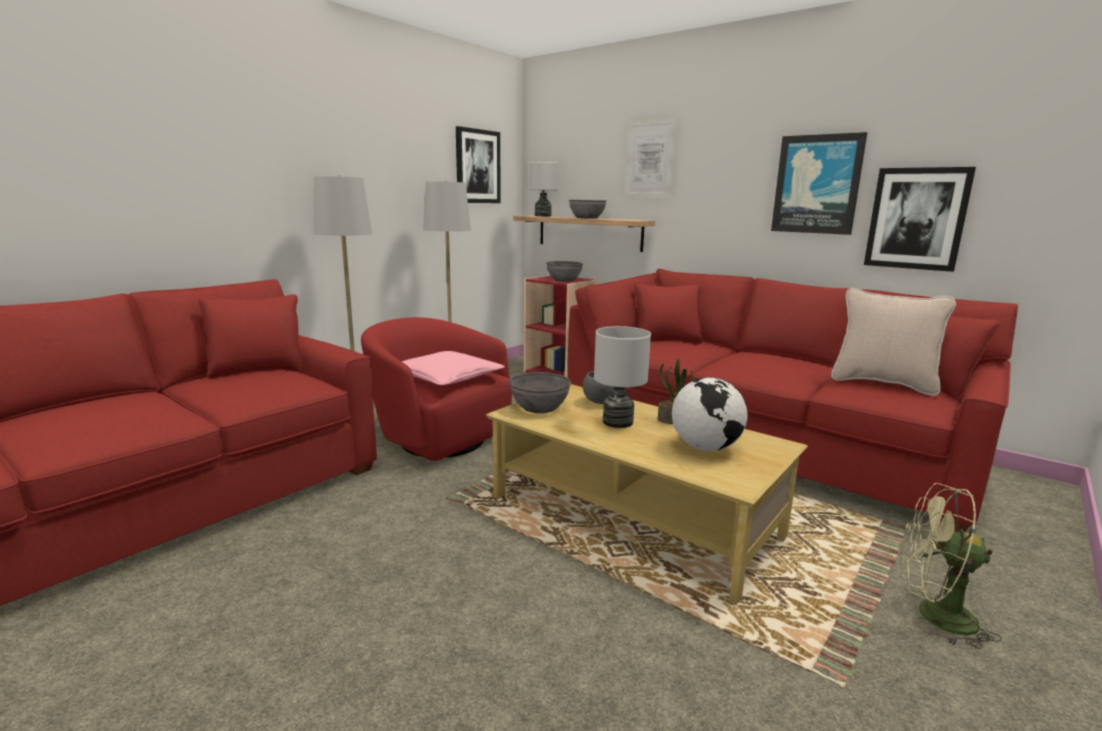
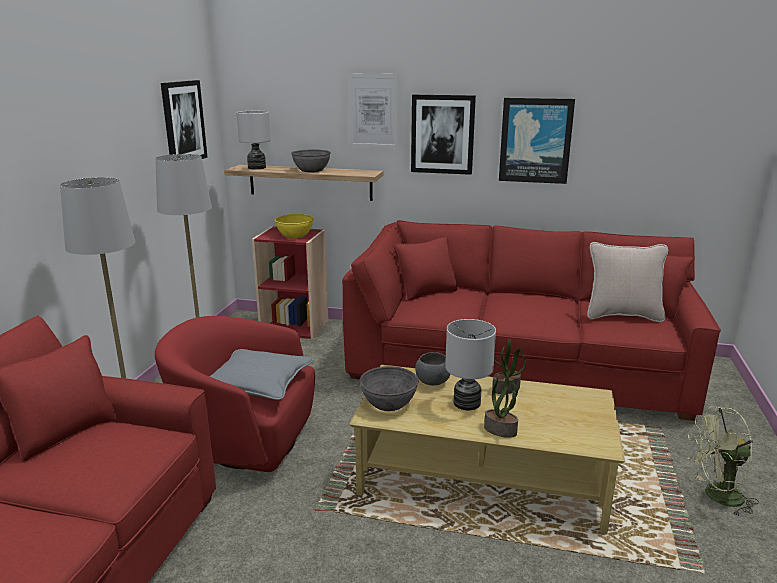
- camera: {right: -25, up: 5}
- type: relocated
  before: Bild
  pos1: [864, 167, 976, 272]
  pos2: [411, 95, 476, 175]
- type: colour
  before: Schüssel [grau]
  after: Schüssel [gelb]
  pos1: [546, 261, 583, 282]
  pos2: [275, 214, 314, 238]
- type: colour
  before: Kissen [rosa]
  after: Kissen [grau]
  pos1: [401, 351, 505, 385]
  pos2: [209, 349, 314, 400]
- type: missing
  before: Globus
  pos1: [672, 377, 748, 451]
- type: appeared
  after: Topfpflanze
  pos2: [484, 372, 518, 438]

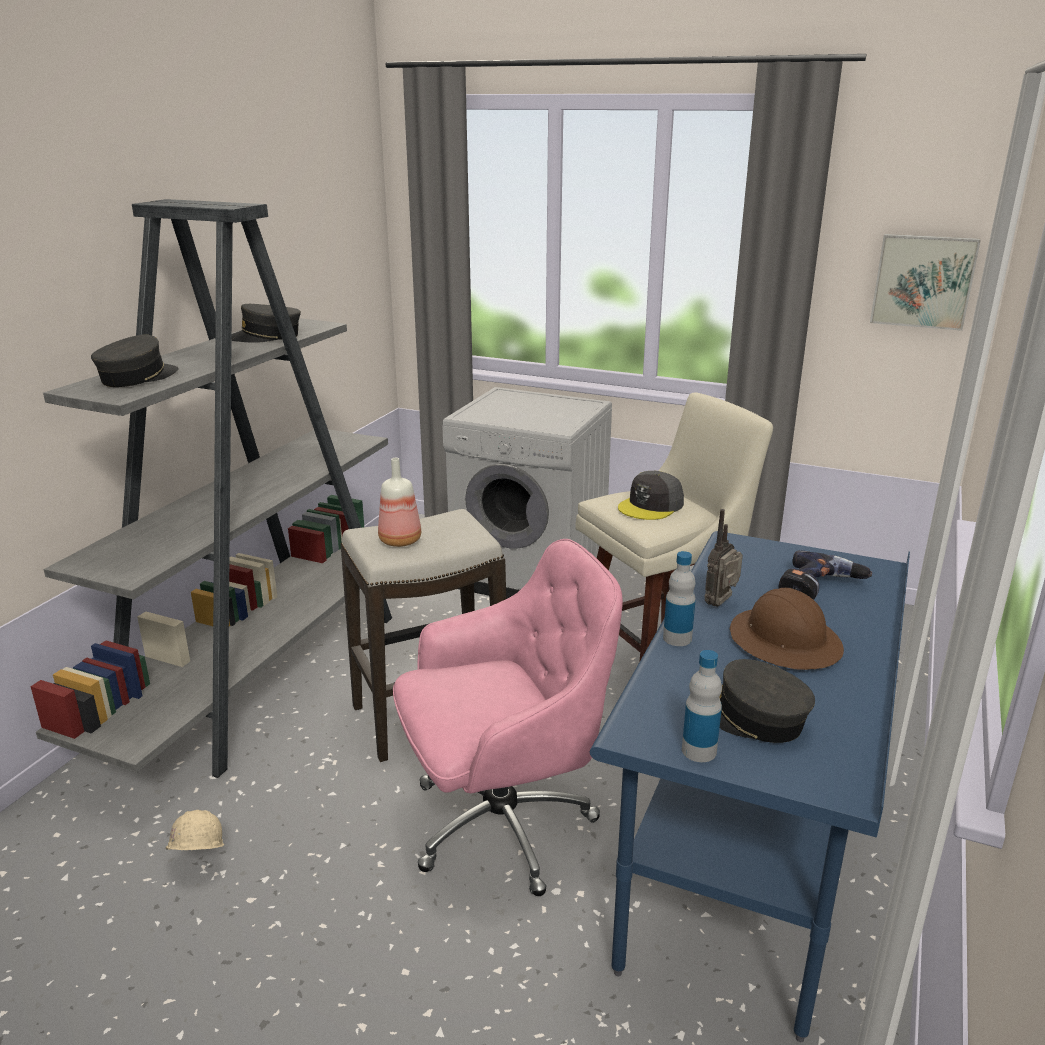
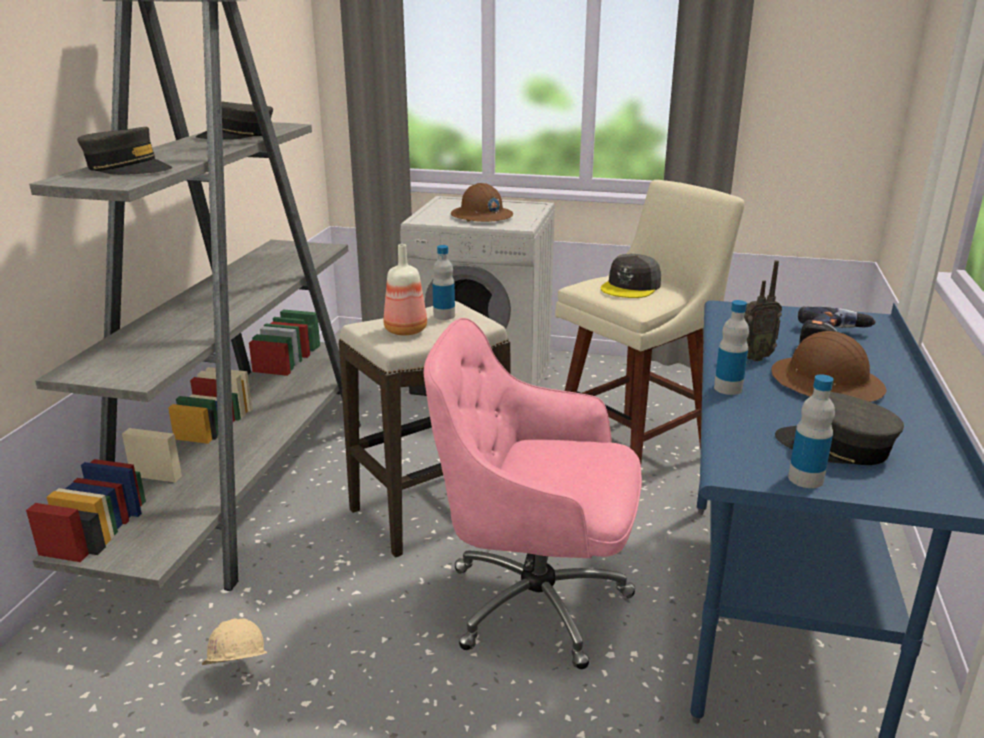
- camera: {right: -10, up: 0}
- type: missing
  before: Bild
  pos1: [870, 234, 981, 331]
- type: spun
  before: Kappe [grau]
  pos1: [91, 335, 179, 387]
  pos2: [77, 127, 172, 175]
  turn: 90
- type: spun
  before: Radio
  pos1: [704, 509, 743, 607]
  pos2: [744, 260, 782, 362]
  turn: -135
- type: spun
  before: Bürostuhl [rosa]
  pos1: [393, 539, 623, 896]
  pos2: [424, 318, 642, 669]
  turn: -135
- type: appeared
  after: Schutzhelm [braun]
  pos2: [451, 183, 513, 222]
- type: appeared
  after: Flasche
  pos2: [432, 245, 455, 320]

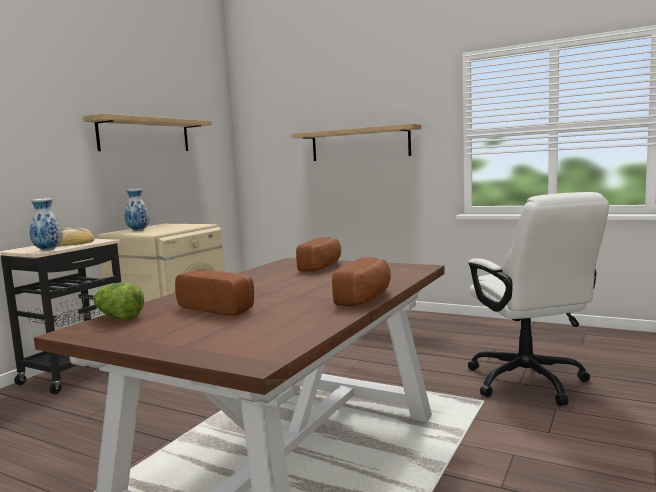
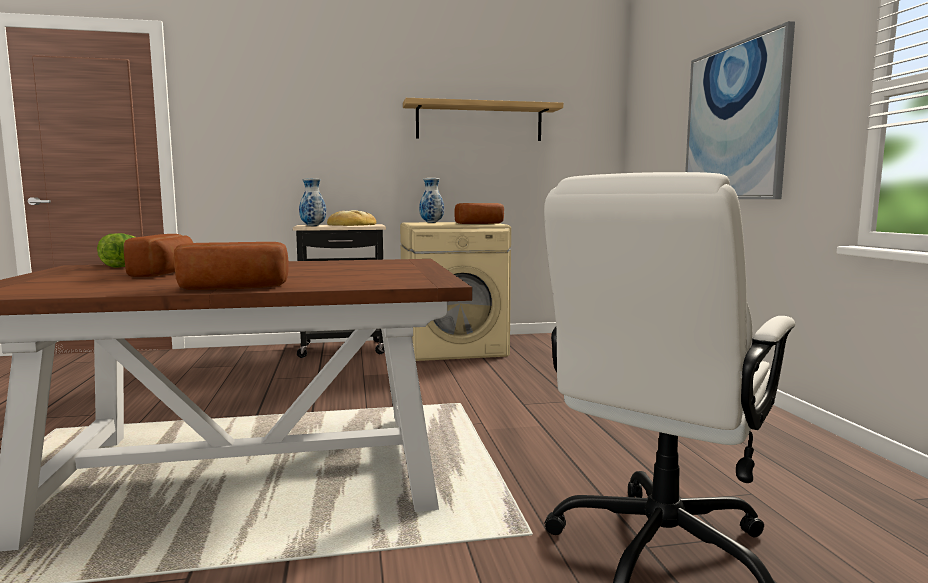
- camera: {right: 50, up: 0}
- type: exchanged
  before: Wandregal
  after: Bild
  pos1: [291, 123, 421, 161]
  pos2: [685, 21, 795, 199]
- type: relocated
  before: Brot
  pos1: [296, 237, 341, 272]
  pos2: [454, 203, 504, 224]

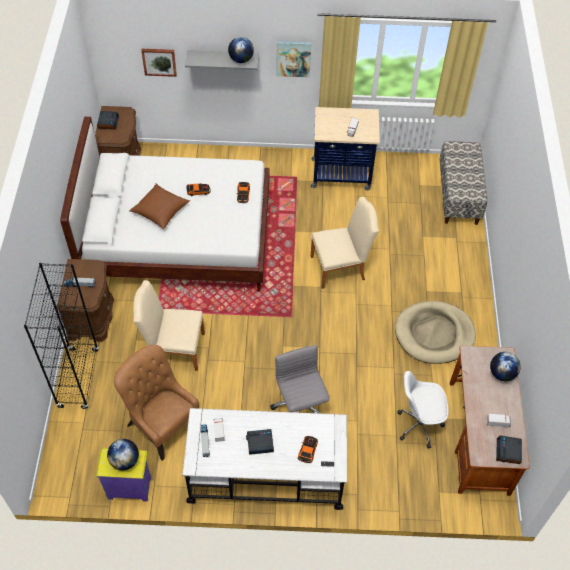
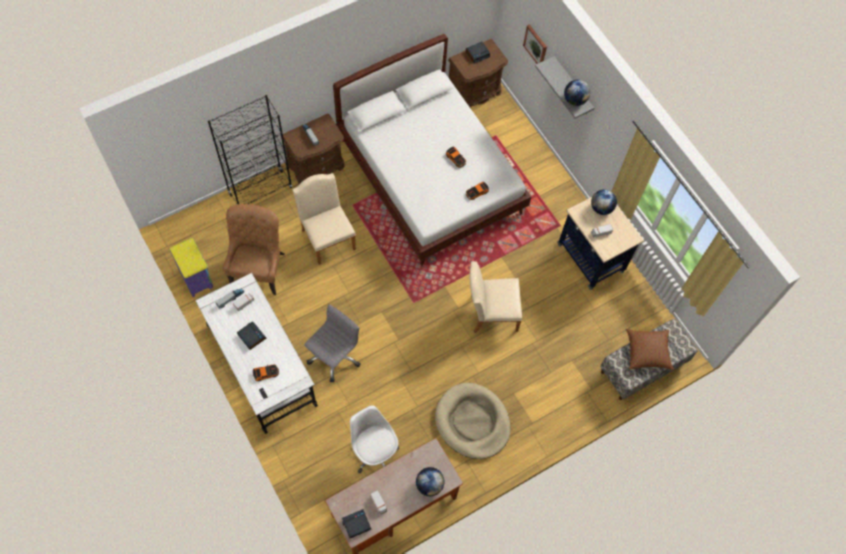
- camera: {right: 55, up: 10}
- type: missing
  before: Bild
  pos1: [276, 41, 311, 78]
- type: relocated
  before: Kissen [braun]
  pos1: [129, 183, 190, 230]
  pos2: [626, 329, 674, 370]
- type: spun
  before: Stuhl [beige]
  pos1: [311, 197, 379, 289]
  pos2: [470, 261, 522, 333]
  turn: 135
- type: relocated
  before: Globus
  pos1: [107, 439, 139, 470]
  pos2: [591, 189, 617, 215]

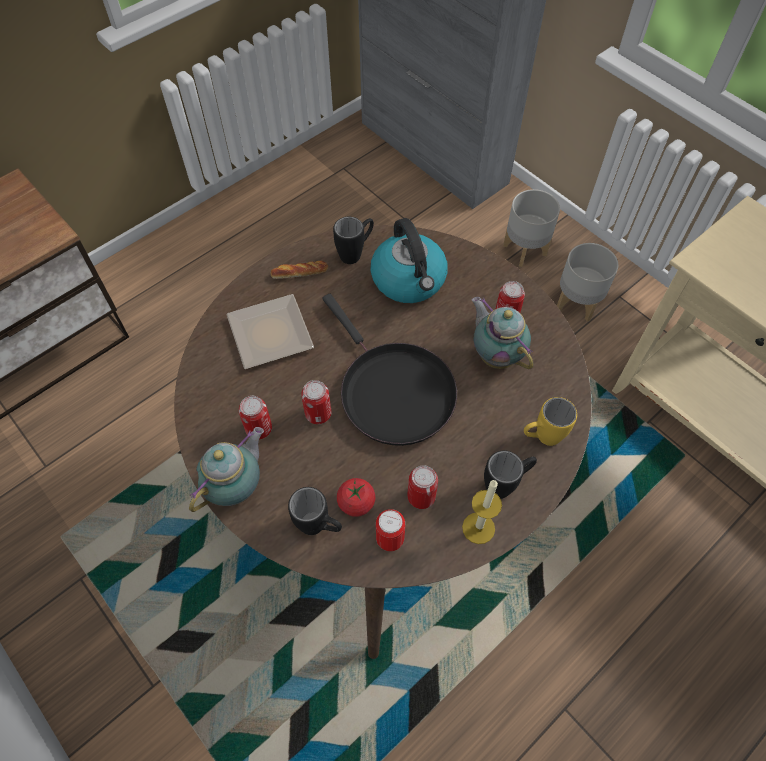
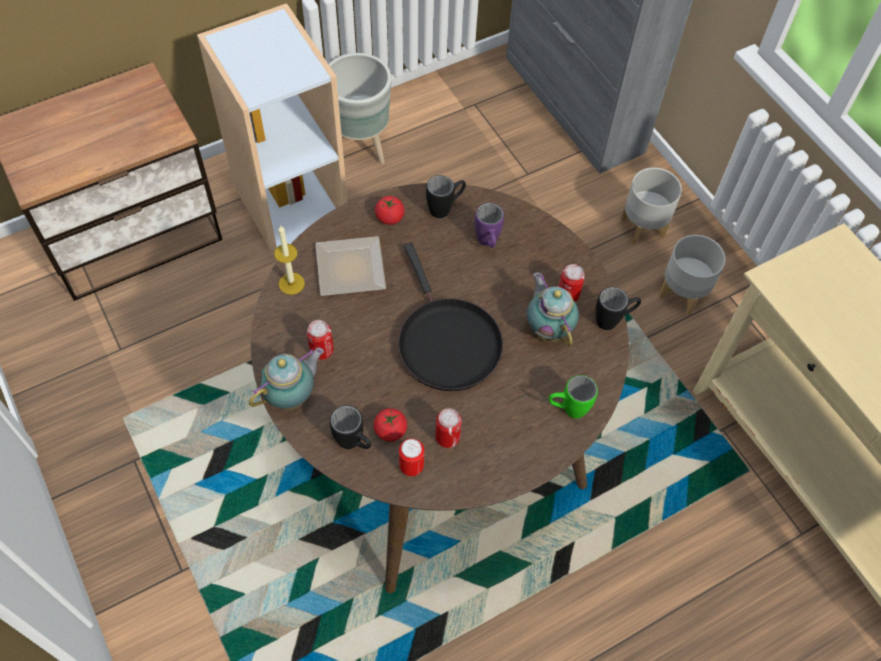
- camera: {right: 10, up: 0}
- type: exchanged
  before: Wasserkessel
  after: Henkelbecher [lila]
  pos1: [370, 218, 448, 303]
  pos2: [475, 203, 504, 248]
- type: exchanged
  before: Brot
  after: Tomate
  pos1: [270, 261, 328, 279]
  pos2: [375, 196, 405, 225]
- type: missing
  before: Dose
  pos1: [301, 380, 332, 424]
- type: colour
  before: Henkelbecher [gelb]
  after: Henkelbecher [grün]
  pos1: [524, 397, 577, 446]
  pos2: [549, 375, 598, 419]
- type: relocated
  before: Henkelbecher [schwarz]
  pos1: [484, 450, 537, 499]
  pos2: [596, 287, 641, 330]
- type: relocated
  before: Kerze
  pos1: [462, 480, 502, 544]
  pos2: [274, 225, 305, 295]
- type: appeared
  after: Bücherregal
  pos2: [197, 3, 348, 255]
- type: appeared
  after: Pflanzkübel [grau]
  pos2: [329, 53, 392, 164]

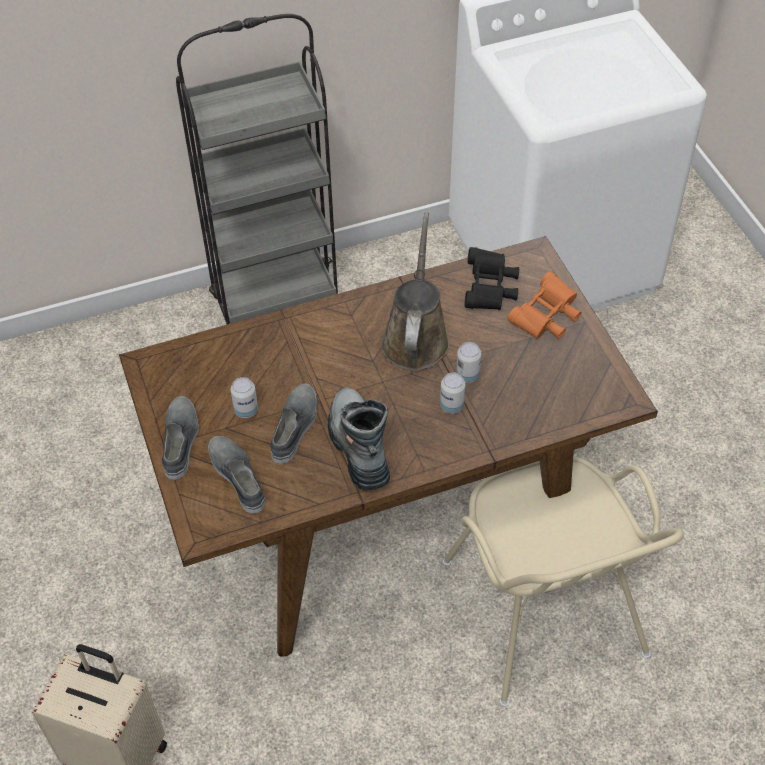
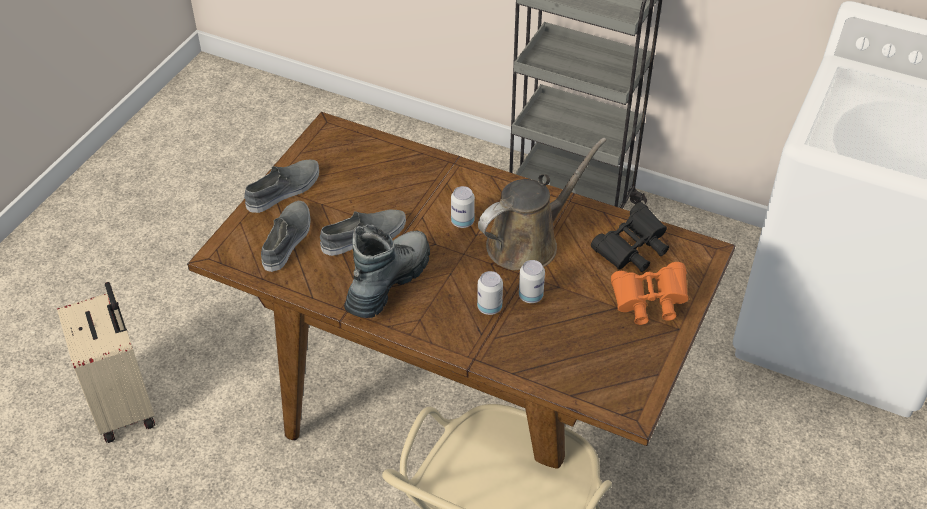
- camera: {right: 45, up: -5}
- type: relocated
  before: Dose
  pos1: [230, 377, 258, 418]
  pos2: [451, 186, 475, 228]

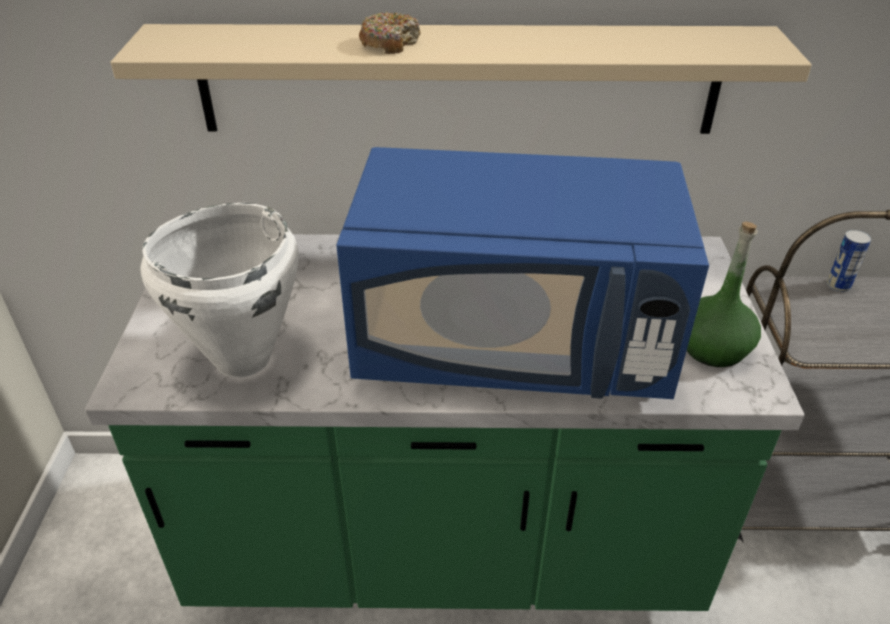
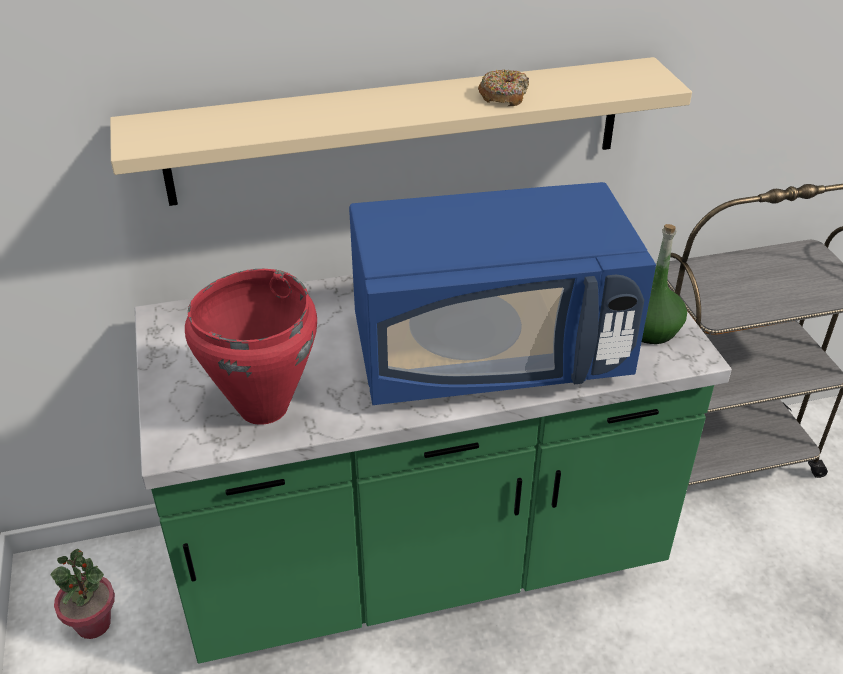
- camera: {right: -15, up: 0}
- type: relocated
  before: Donut
  pos1: [359, 12, 421, 54]
  pos2: [478, 69, 529, 106]
- type: colour
  before: Kochtopf [weiß]
  after: Kochtopf [rot]
  pos1: [140, 203, 299, 378]
  pos2: [185, 269, 317, 425]
- type: missing
  before: Dose
  pos1: [827, 230, 871, 292]
- type: appeared
  after: Topfpflanze
  pos2: [51, 549, 115, 639]

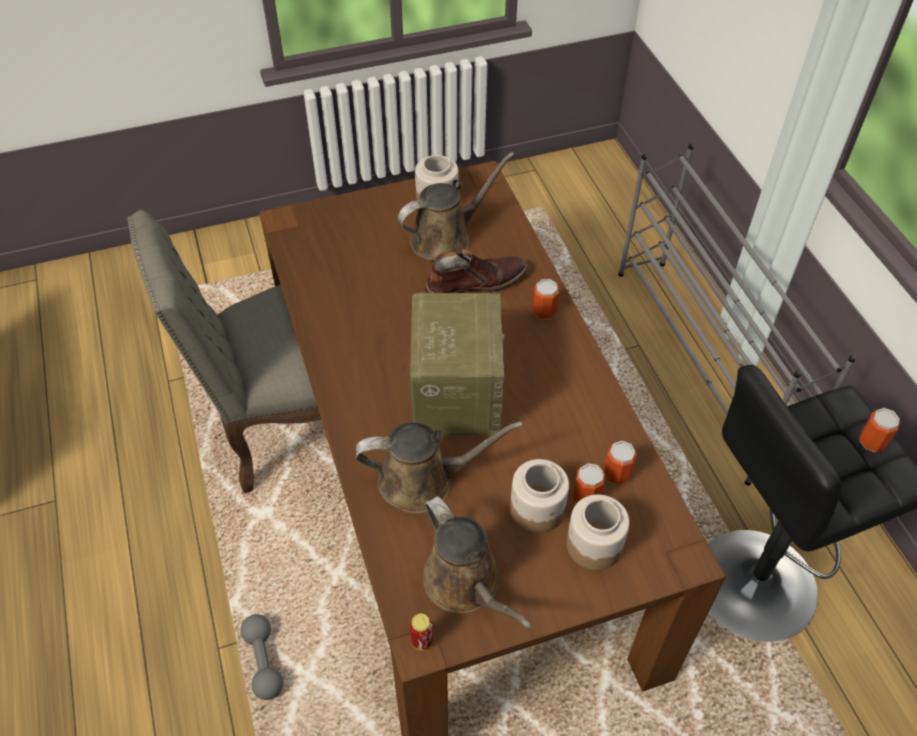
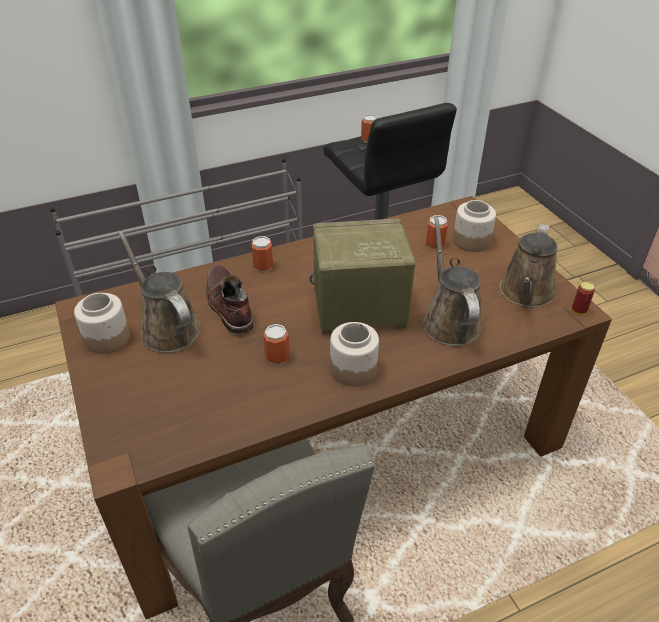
- camera: {right: -95, up: -10}
- type: relocated
  before: Dose
  pos1: [603, 441, 637, 485]
  pos2: [263, 324, 290, 365]
- type: relocated
  before: Vorratsglas
  pos1: [510, 459, 569, 533]
  pos2: [330, 322, 379, 387]
- type: spun
  before: Gießkanne [braun]
  pos1: [423, 496, 531, 629]
  pos2: [499, 224, 558, 308]
  turn: 150
- type: missing
  before: Hantel [grau]
  pos1: [240, 614, 283, 700]

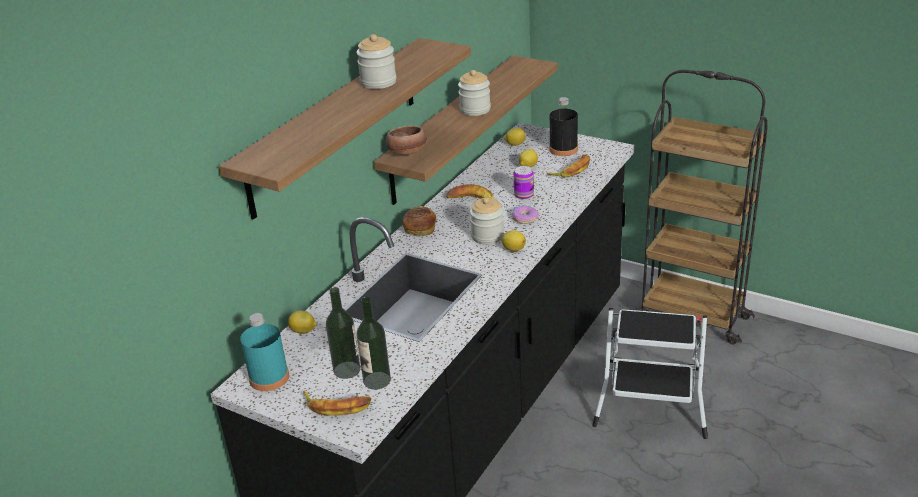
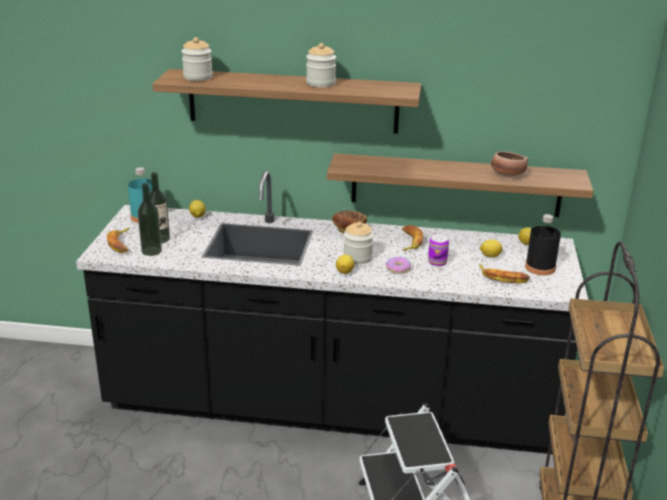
- camera: {right: 65, up: -5}
- type: relocated
  before: Vorratsglas
  pos1: [458, 70, 491, 116]
  pos2: [181, 37, 213, 81]
- type: relocated
  before: Schüssel
  pos1: [386, 125, 427, 155]
  pos2: [491, 151, 528, 176]

